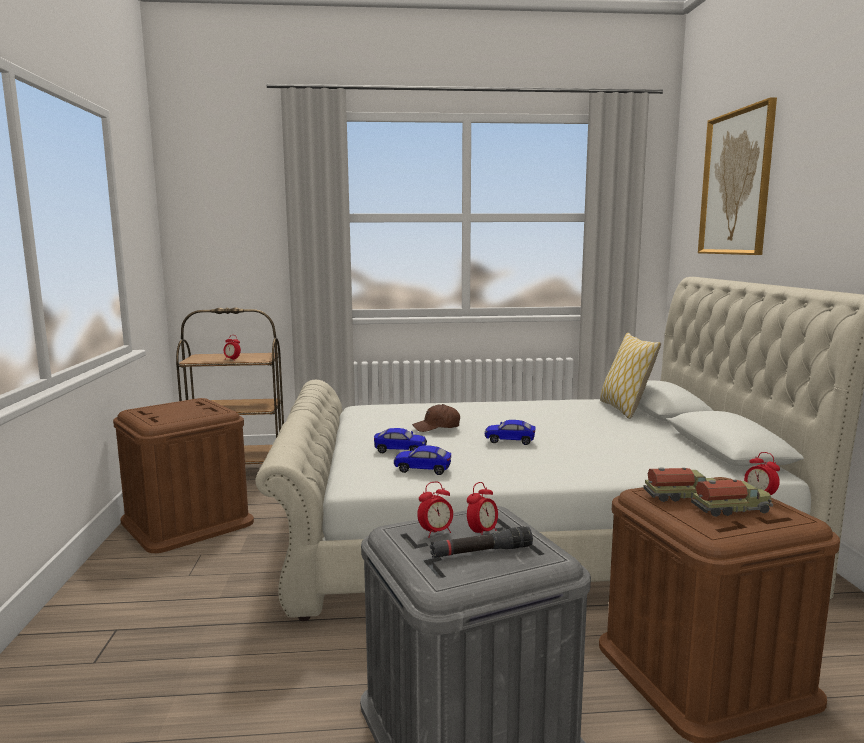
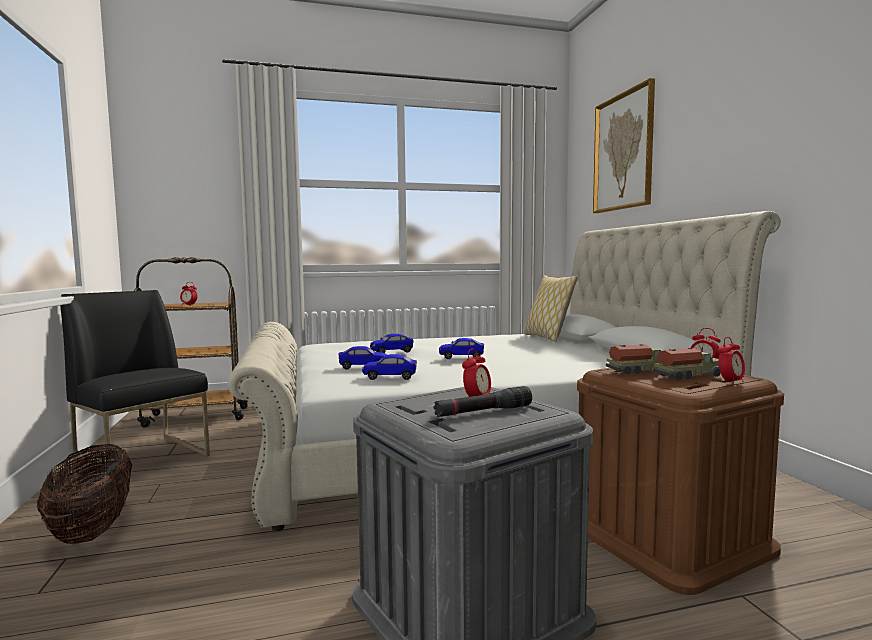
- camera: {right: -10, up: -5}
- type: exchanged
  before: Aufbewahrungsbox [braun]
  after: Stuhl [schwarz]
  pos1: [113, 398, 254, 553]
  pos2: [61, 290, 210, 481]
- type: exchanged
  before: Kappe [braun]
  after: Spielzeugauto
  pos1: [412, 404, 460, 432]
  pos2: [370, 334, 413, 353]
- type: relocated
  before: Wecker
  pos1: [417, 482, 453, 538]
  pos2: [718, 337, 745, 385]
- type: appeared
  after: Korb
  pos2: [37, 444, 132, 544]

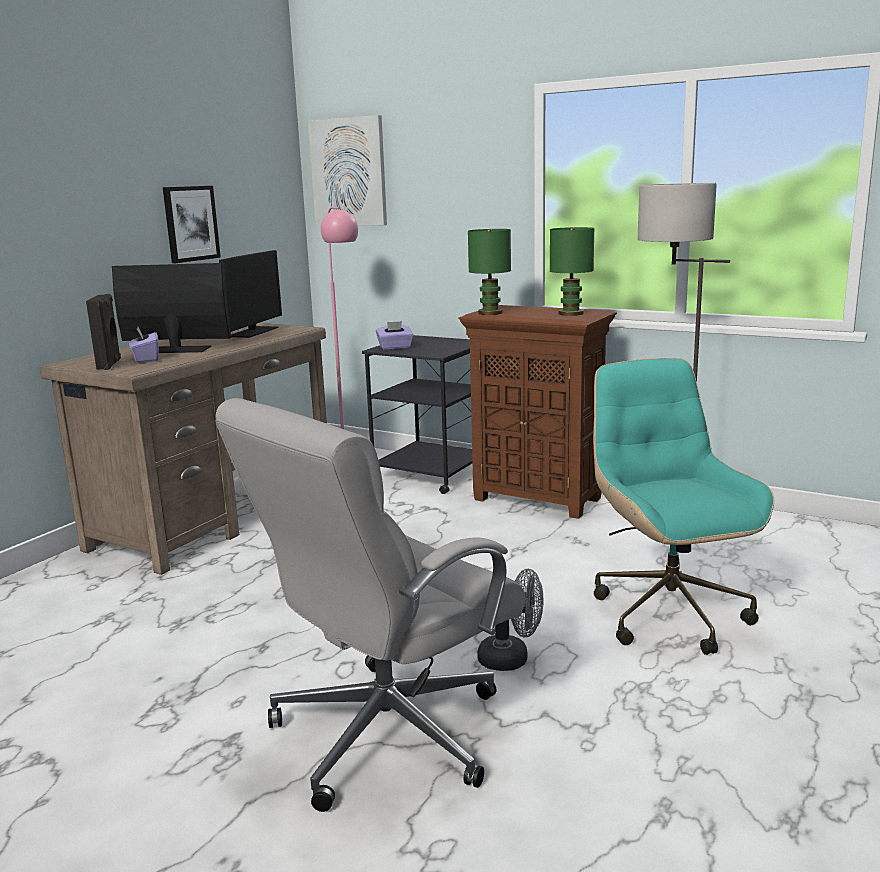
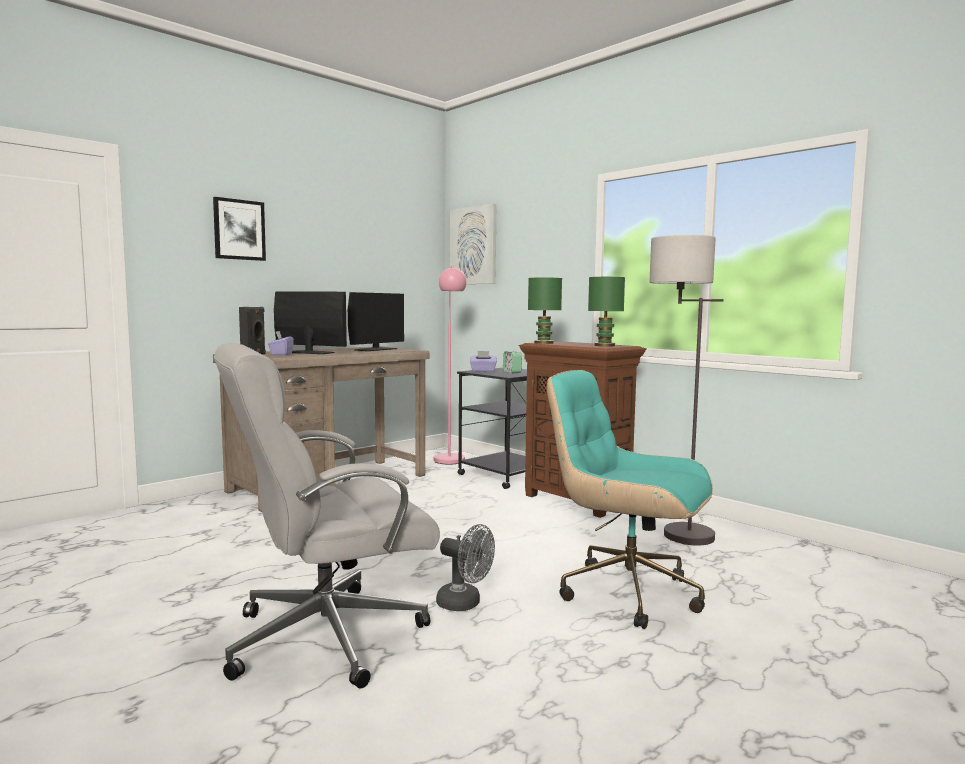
- camera: {right: 15, up: -10}
- type: relocated
  before: Bild
  pos1: [163, 186, 221, 263]
  pos2: [213, 197, 266, 261]
- type: spun
  before: Bürostuhl [türkis]
  pos1: [593, 358, 774, 655]
  pos2: [547, 370, 713, 629]
  turn: -60
- type: appeared
  after: Wecker
  pos2: [503, 351, 522, 373]

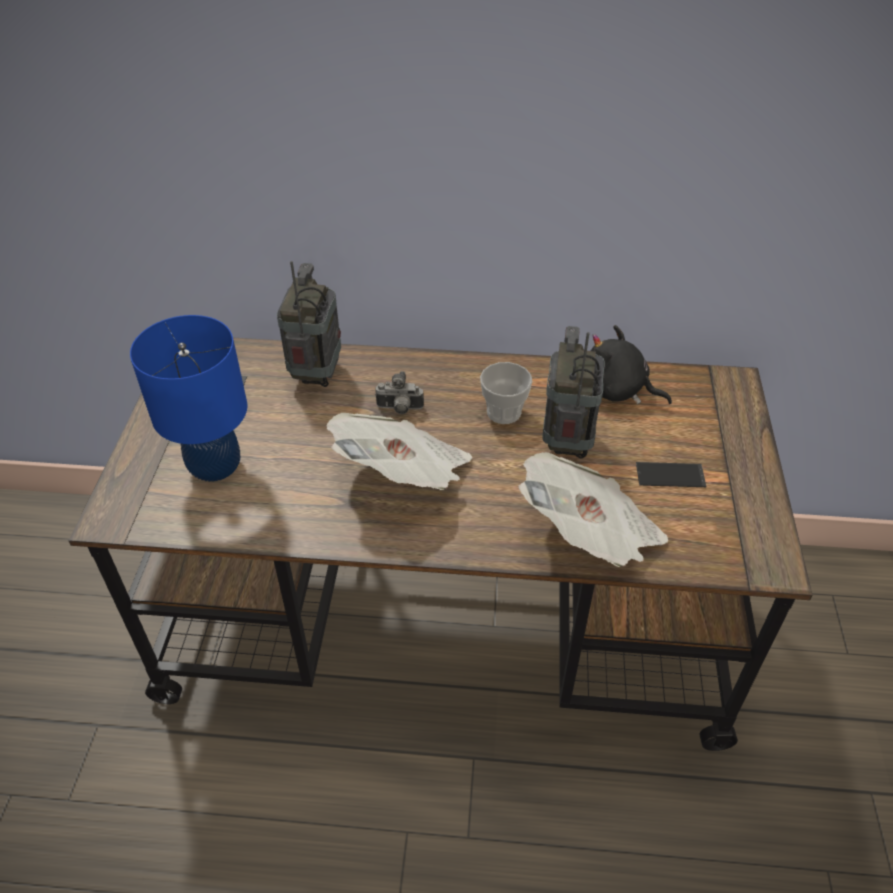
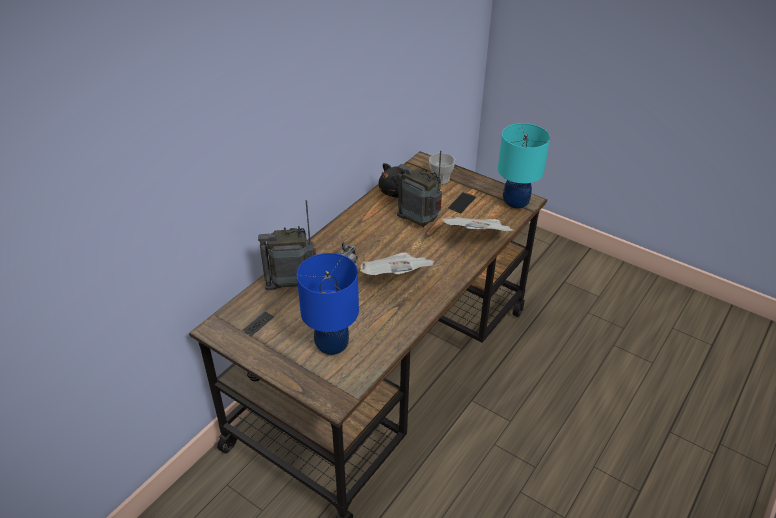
- camera: {right: -60, up: -5}
- type: spun
  before: Radio
  pos1: [277, 261, 341, 387]
  pos2: [258, 200, 316, 290]
  turn: -45
- type: relocated
  before: Tasse
  pos1: [480, 362, 532, 424]
  pos2: [429, 153, 455, 184]
- type: appeared
  after: Tischlampe [türkis]
  pos2: [498, 123, 550, 209]

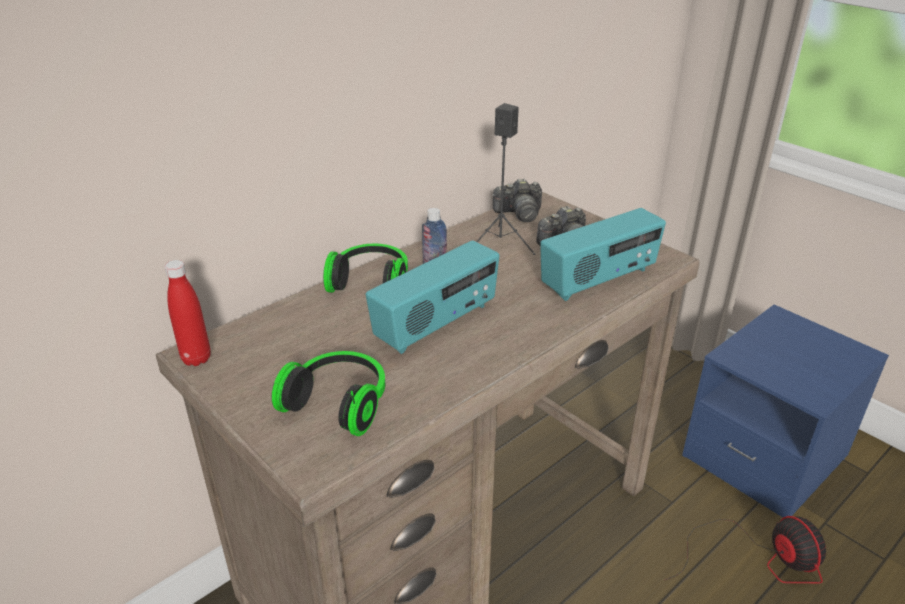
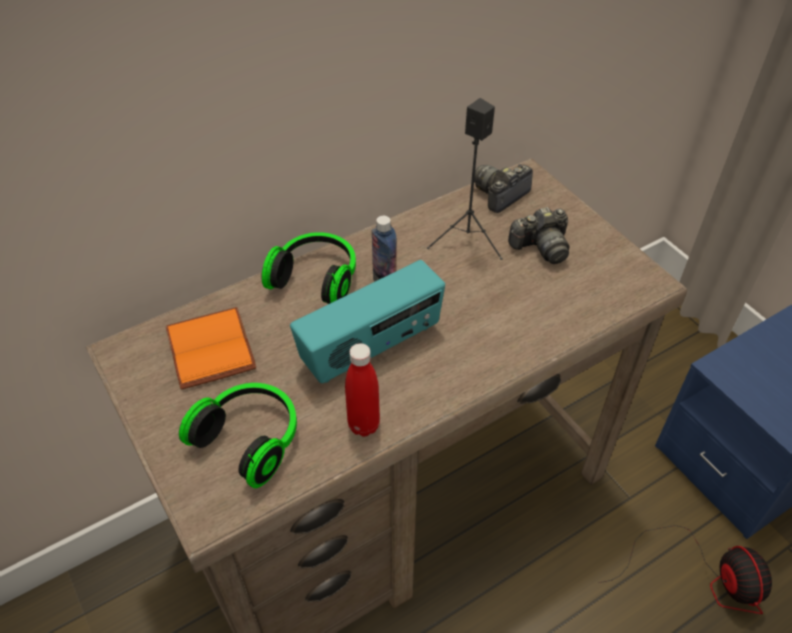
- camera: {right: 10, up: 15}
- type: spun
  before: Kamera
  pos1: [492, 178, 542, 222]
  pos2: [474, 164, 533, 213]
  turn: 135
- type: missing
  before: Radio
  pos1: [540, 208, 666, 301]
- type: relocated
  before: Flasche [rot]
  pos1: [164, 260, 211, 366]
  pos2: [345, 343, 380, 437]
- type: appeared
  after: Buch [orange]
  pos2: [166, 307, 257, 389]

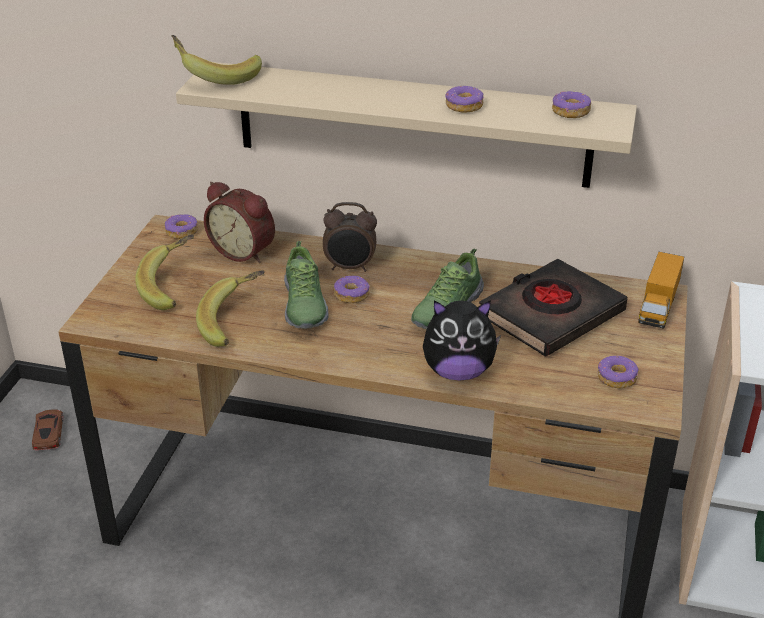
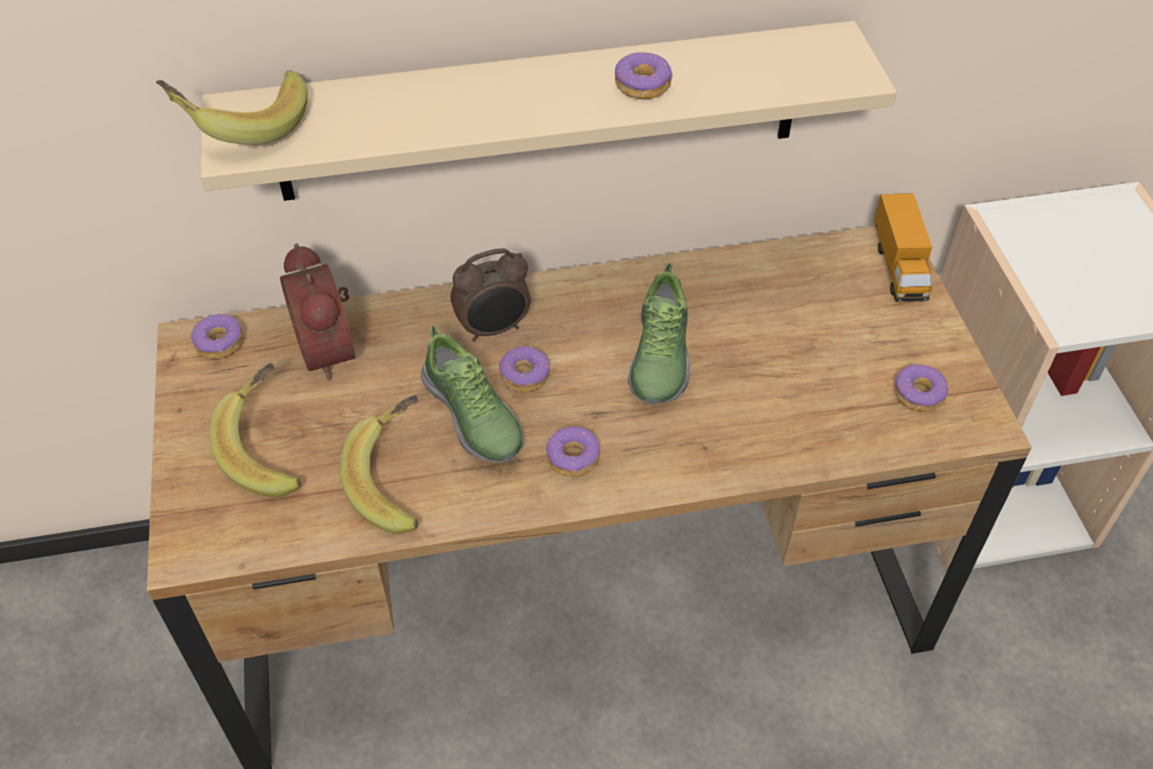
- camera: {right: -25, up: 15}
- type: relocated
  before: Donut
  pos1: [552, 91, 591, 118]
  pos2: [546, 427, 600, 478]
- type: spun
  before: Wecker
  pos1: [204, 182, 275, 263]
  pos2: [280, 243, 355, 380]
  turn: 60
- type: missing
  before: Buch [schwarz]
  pos1: [479, 259, 627, 356]
- type: missing
  before: Plüschtier
  pos1: [423, 300, 501, 380]
- type: missing
  before: Spielzeugauto [braun]
  pos1: [32, 409, 63, 450]

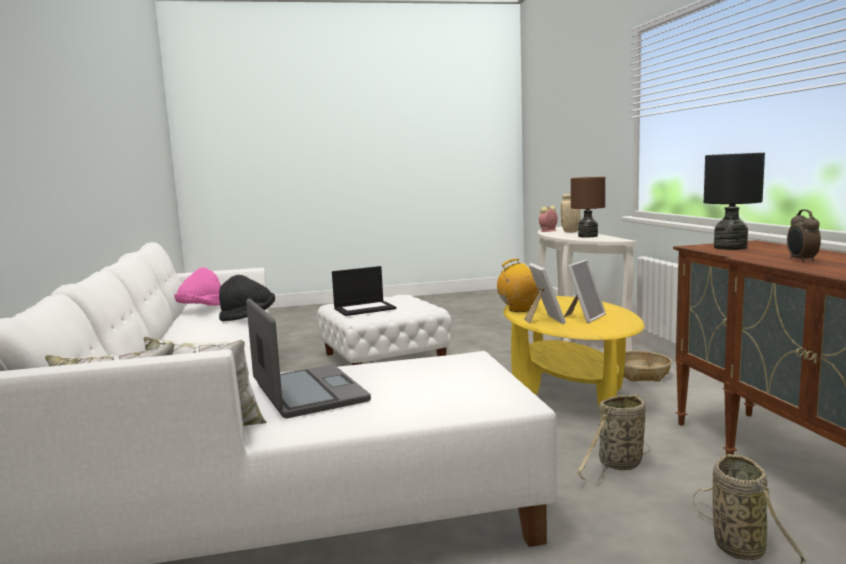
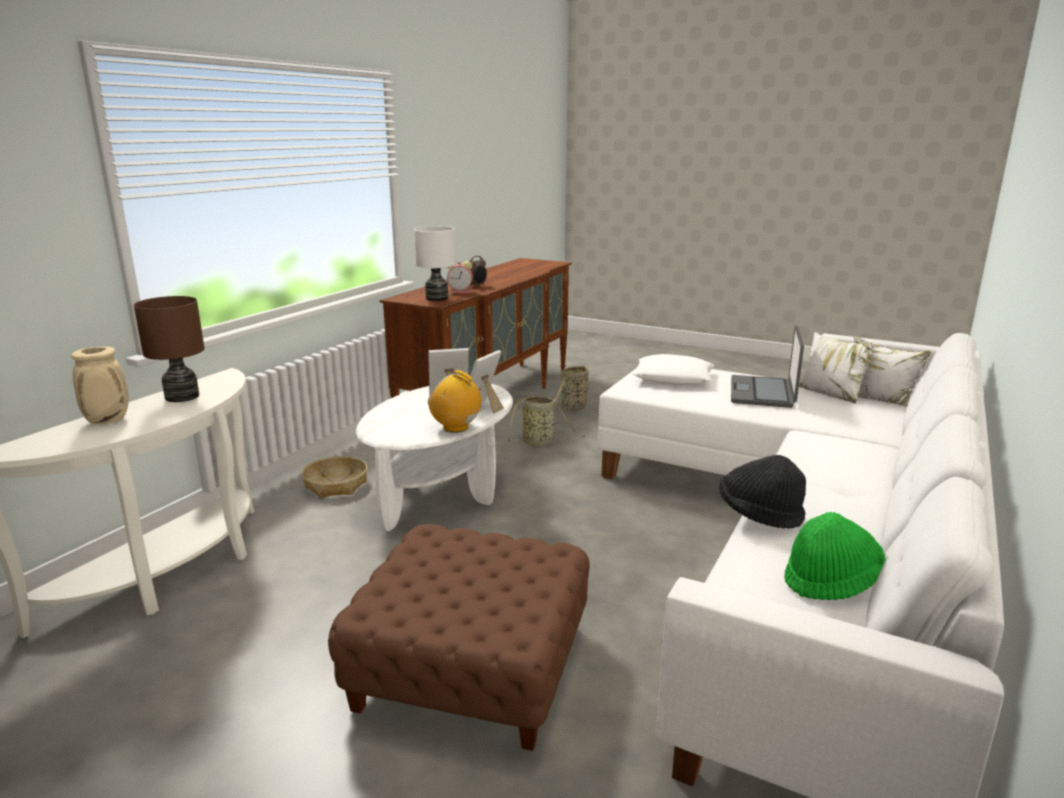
- camera: {right: -140, up: 10}
- type: colour
  before: Tischlampe [schwarz]
  after: Tischlampe [weiß]
  pos1: [704, 153, 765, 250]
  pos2: [414, 226, 456, 301]
- type: relocated
  before: Wecker
  pos1: [539, 206, 558, 232]
  pos2: [447, 261, 473, 293]
- type: missing
  before: Laptop
  pos1: [332, 266, 397, 316]
- type: colour
  before: Hut [rosa]
  after: Hut [grün]
  pos1: [174, 267, 221, 306]
  pos2: [784, 512, 885, 600]
- type: colour
  before: Polsterhocker [weiß]
  after: Polsterhocker [braun]
  pos1: [317, 295, 451, 365]
  pos2: [328, 524, 590, 751]
- type: colour
  before: Couchtisch [gelb]
  after: Couchtisch [weiß]
  pos1: [503, 296, 645, 407]
  pos2: [356, 384, 513, 531]
- type: appeared
  after: Kissen [weiß]
  pos2: [632, 354, 715, 386]

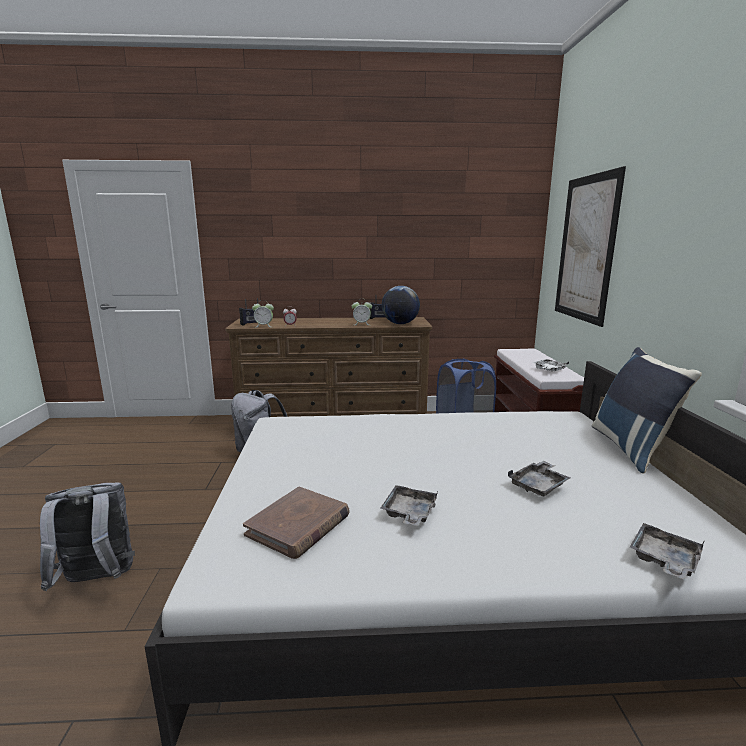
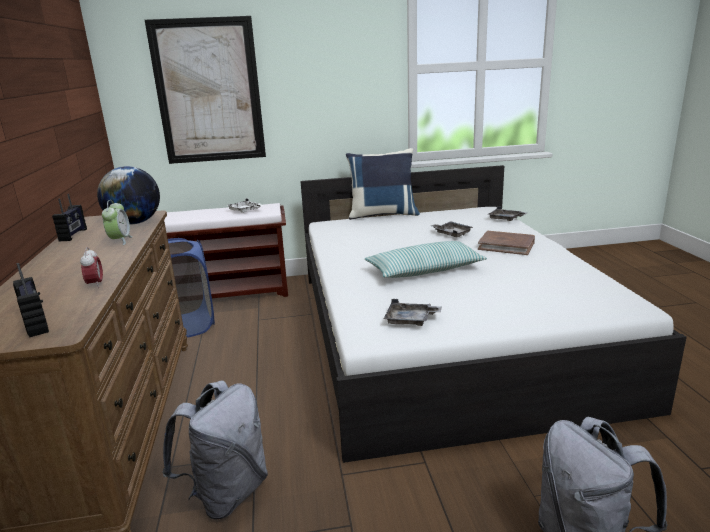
- camera: {right: -95, up: 5}
- type: missing
  before: Wecker
  pos1: [252, 300, 274, 327]
- type: relocated
  before: Tablett [grau]
  pos1: [380, 485, 438, 526]
  pos2: [384, 299, 442, 326]
- type: relocated
  before: Buch [braun]
  pos1: [243, 487, 350, 559]
  pos2: [478, 231, 535, 255]
- type: appeared
  after: Kissen
  pos2: [365, 241, 487, 278]

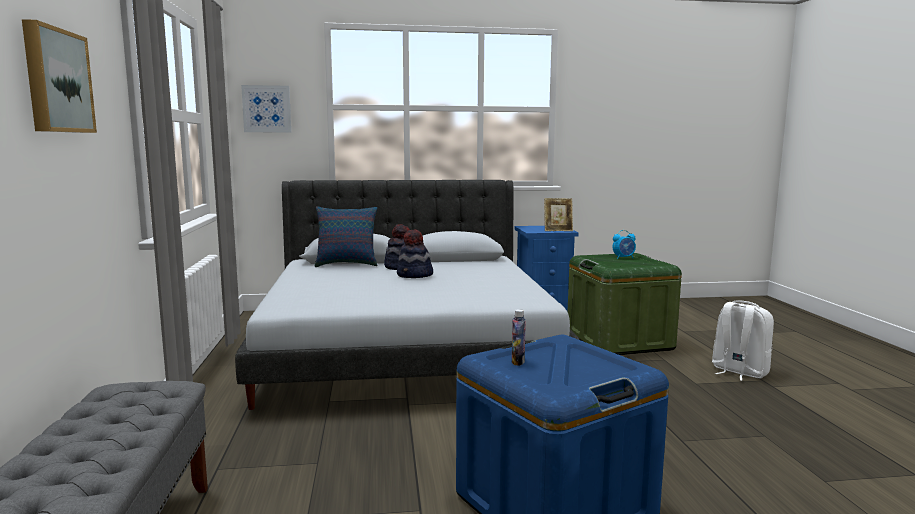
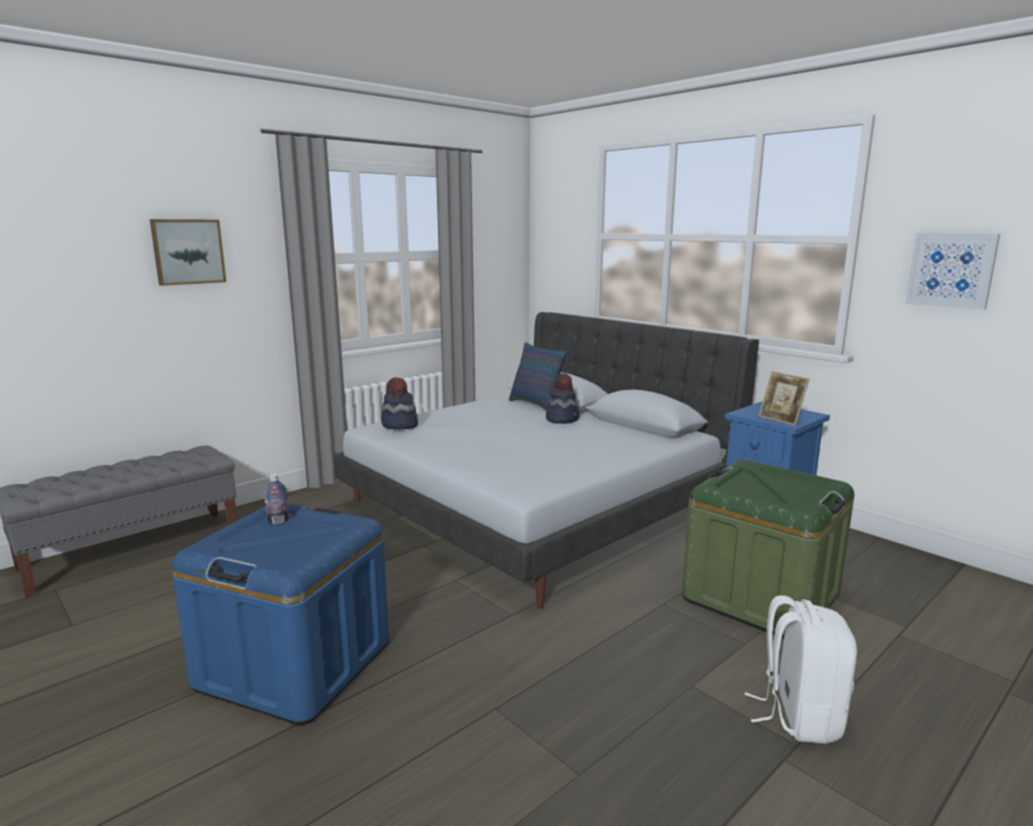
- camera: {right: 55, up: 5}
- type: relocated
  before: Bild
  pos1: [241, 85, 291, 133]
  pos2: [905, 233, 1000, 310]
- type: relocated
  before: Hut
  pos1: [397, 229, 433, 278]
  pos2: [381, 377, 418, 430]
- type: missing
  before: Wecker
  pos1: [612, 230, 636, 259]

